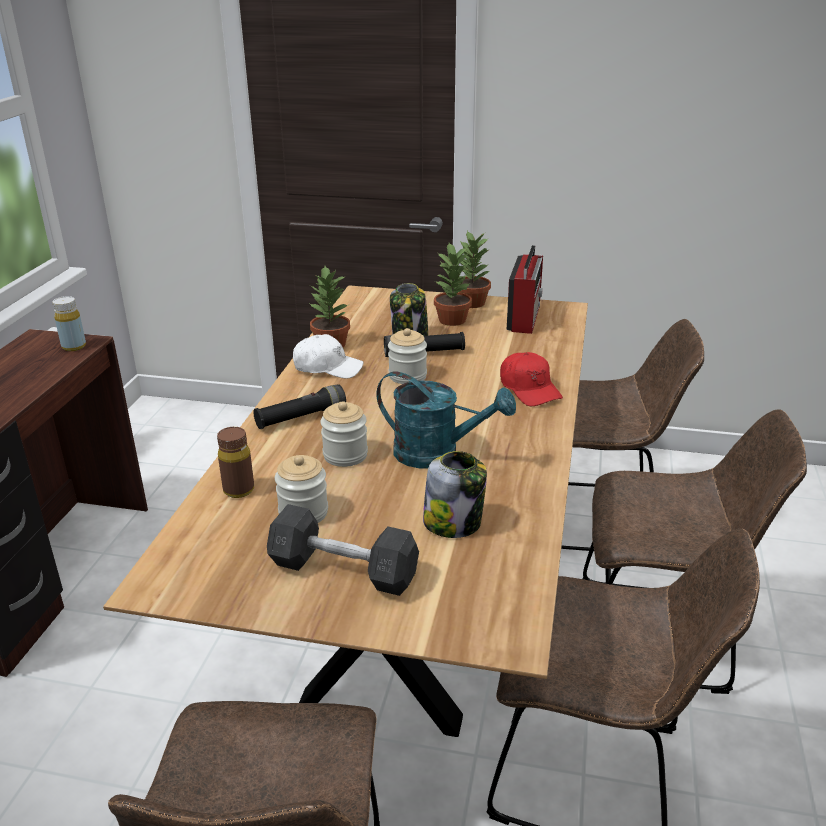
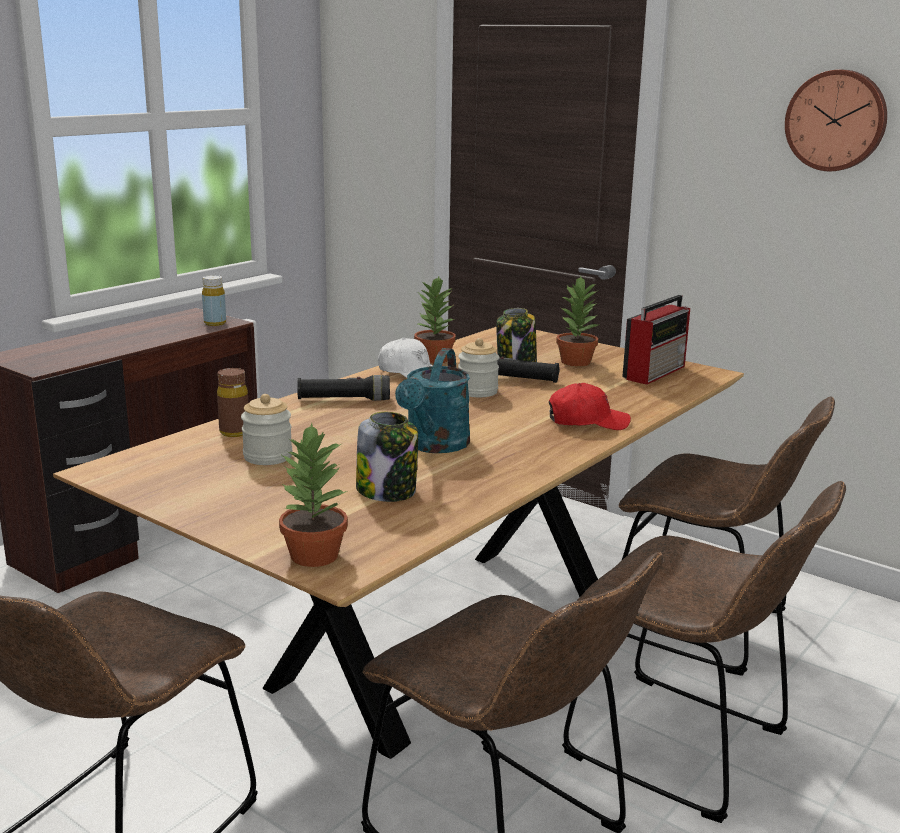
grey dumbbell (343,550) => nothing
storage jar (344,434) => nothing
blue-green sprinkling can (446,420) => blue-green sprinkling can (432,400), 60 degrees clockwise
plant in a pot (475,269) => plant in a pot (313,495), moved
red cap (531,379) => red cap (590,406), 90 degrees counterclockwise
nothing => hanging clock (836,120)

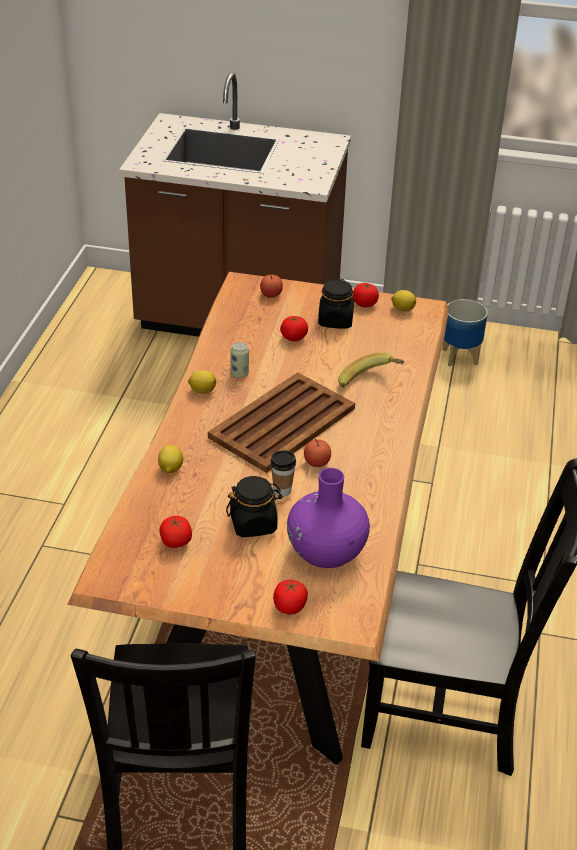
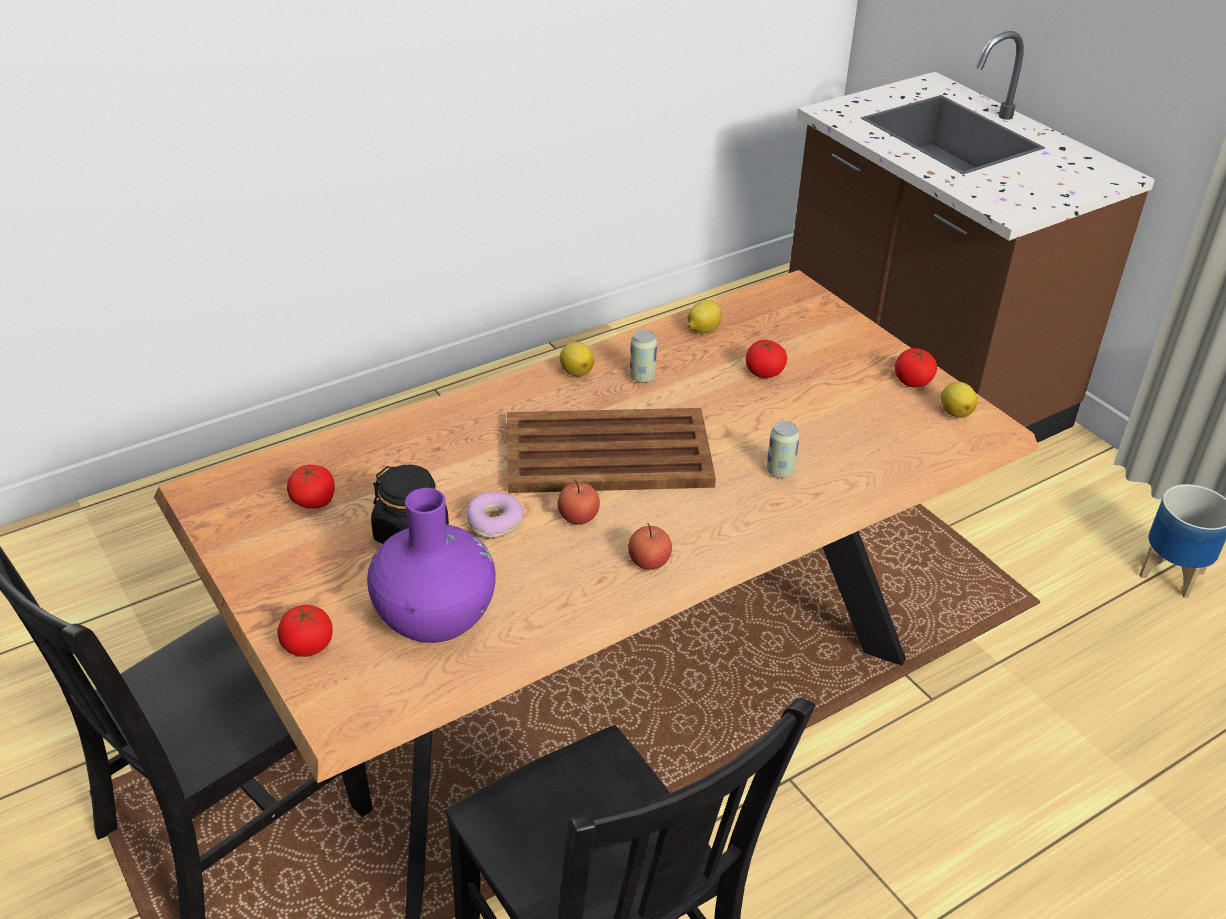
citrus fruit (170,459) => citrus fruit (705,317), moved
apple fruit (271,285) => apple fruit (650,546), moved
drinking cup (283,474) => donut (494,515)
blackish storage jar (336,303) => nothing
banana fruit (371,369) => can (783,449)

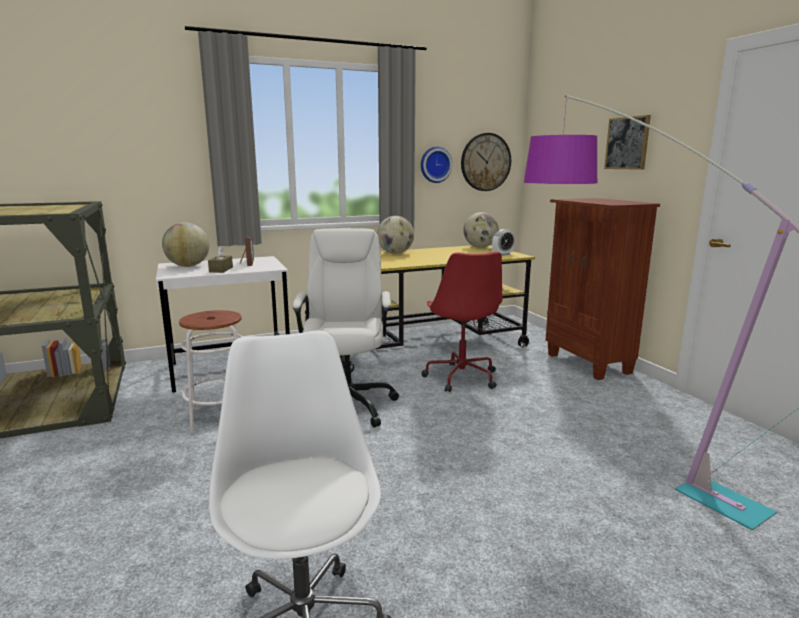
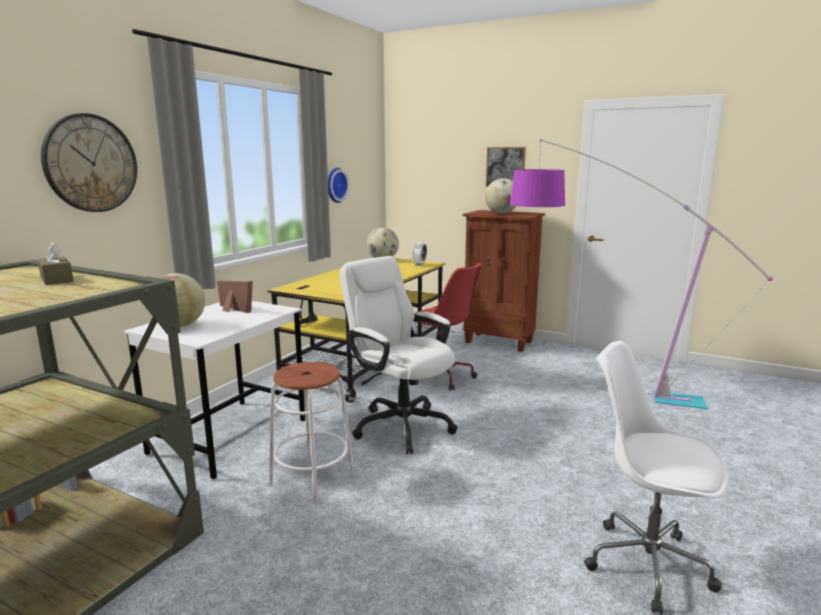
brownish tissue box (220,259) => brownish tissue box (55,263), moved
world globe (395,235) => world globe (501,196), moved
hanging clock (486,162) => hanging clock (89,162), moved

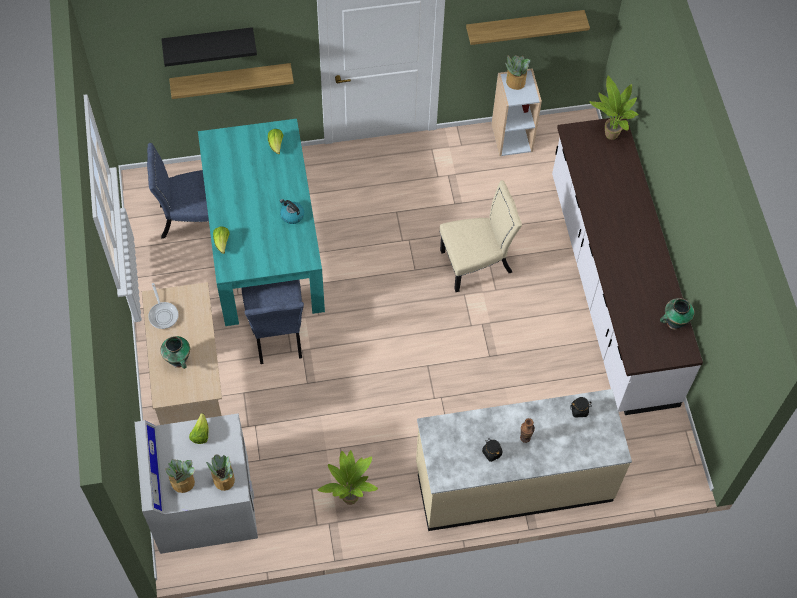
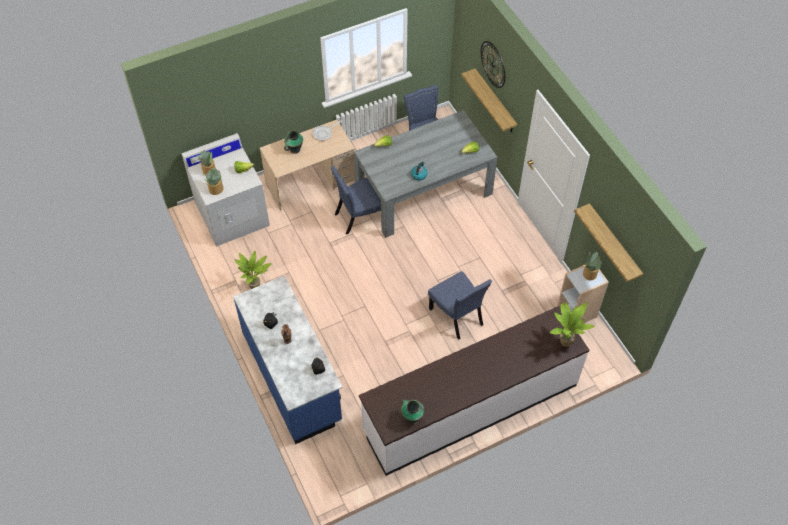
blackish wall shelf (209,47) => hanging clock (493,64)
blue-green dining table (261,222) => grey dining table (426,174)
beige counter (524,460) => blue counter (288,360)
beige upright chair (480,236) => blue upright chair (460,305)

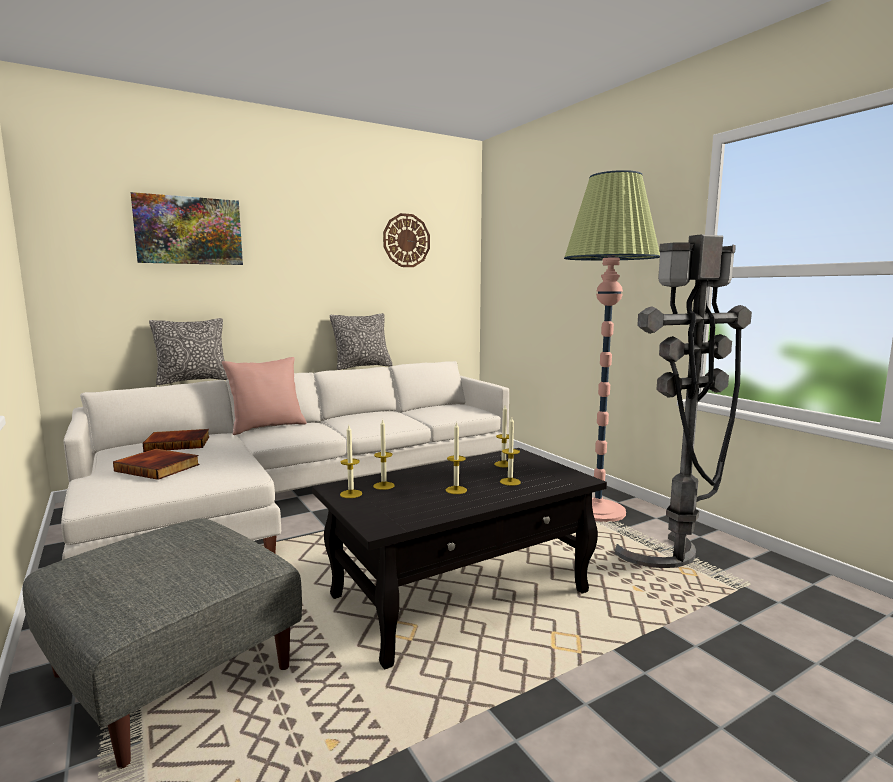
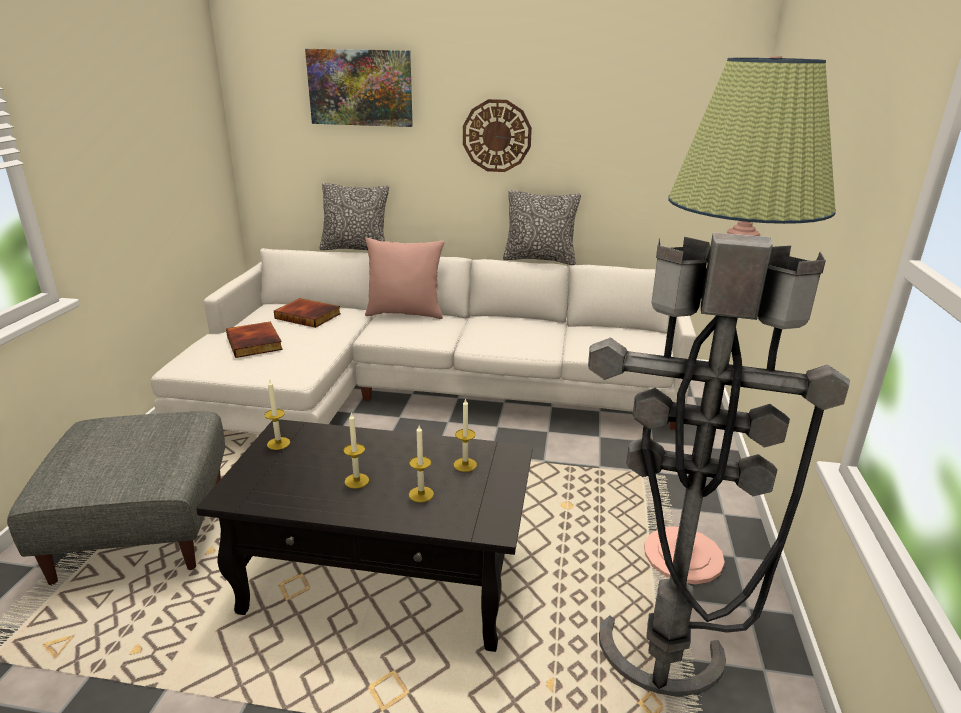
candle (384,454) => nothing
hanging clock (406,240) => hanging clock (497,135), moved

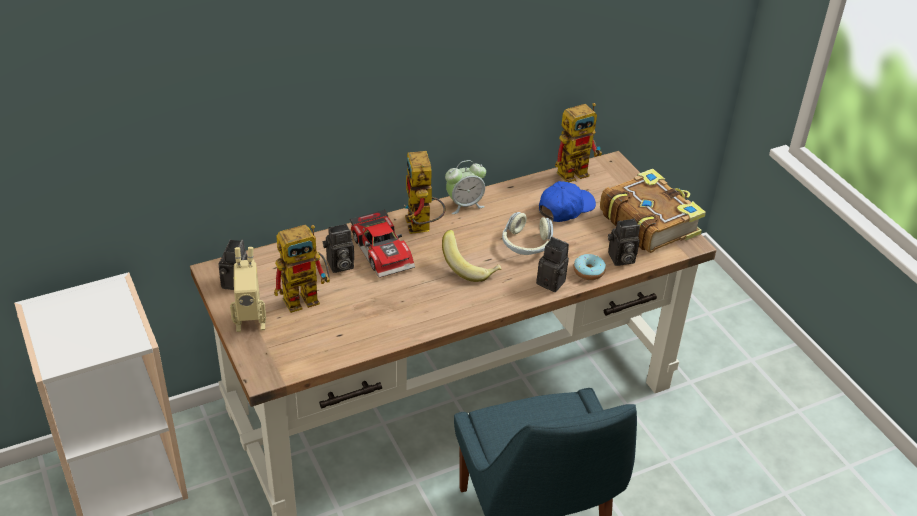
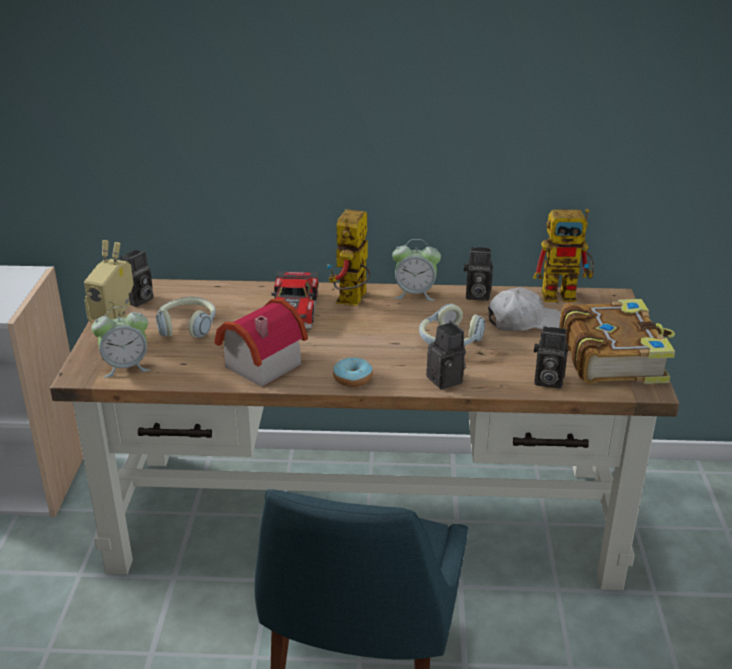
model robot (302,269) => pair of headphones (186,317)
still camera (338,248) => still camera (478,274), moved
banana fruit (472,256) => nothing
blue cap (567,201) => whitish cap (524,309)
donut (589,267) => donut (353,372), moved
nothing => bedside clock (121,342)
nothing => model house (261,342)

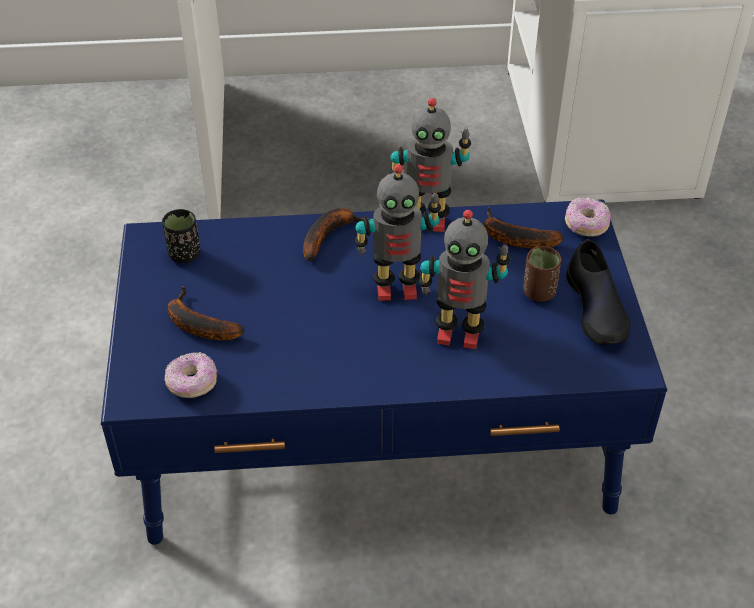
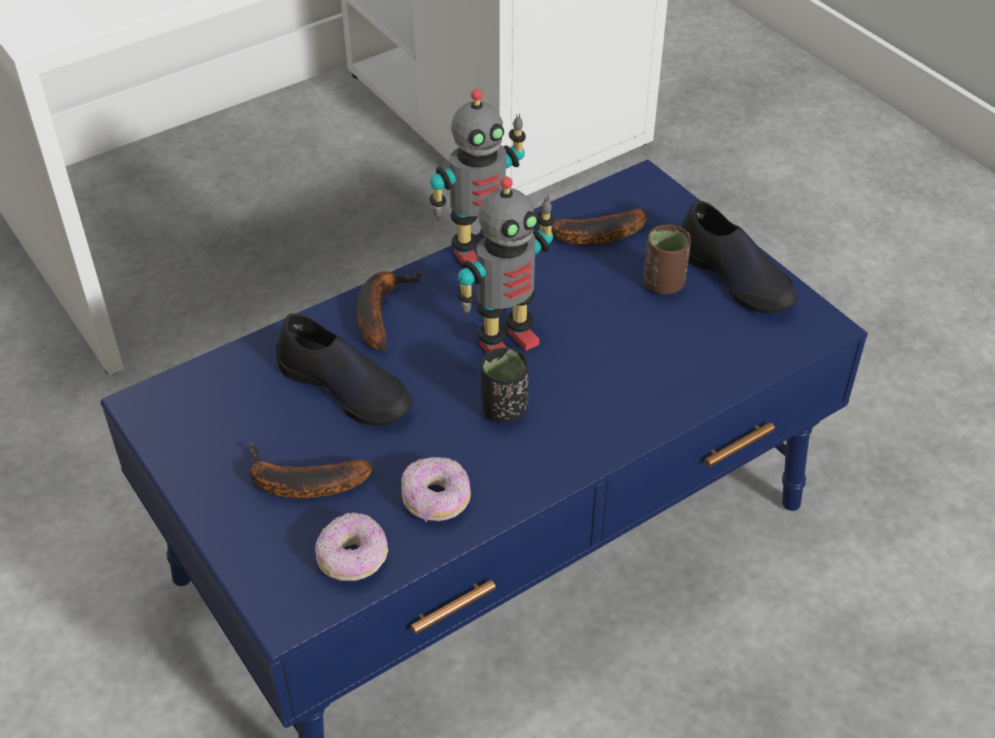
blackish drinking cup (181,236) => blackish drinking cup (504,385), moved
model robot (464,279) => nothing
donut (588,217) => donut (436,489), moved
nothing => blackish item of footwear (344,369)

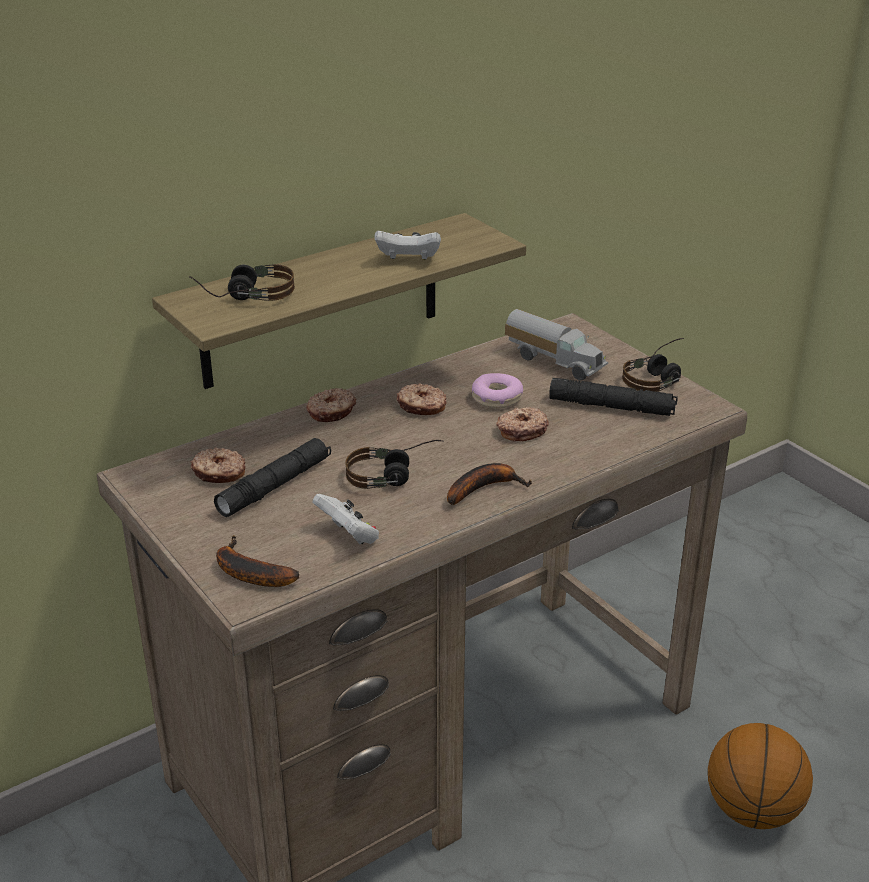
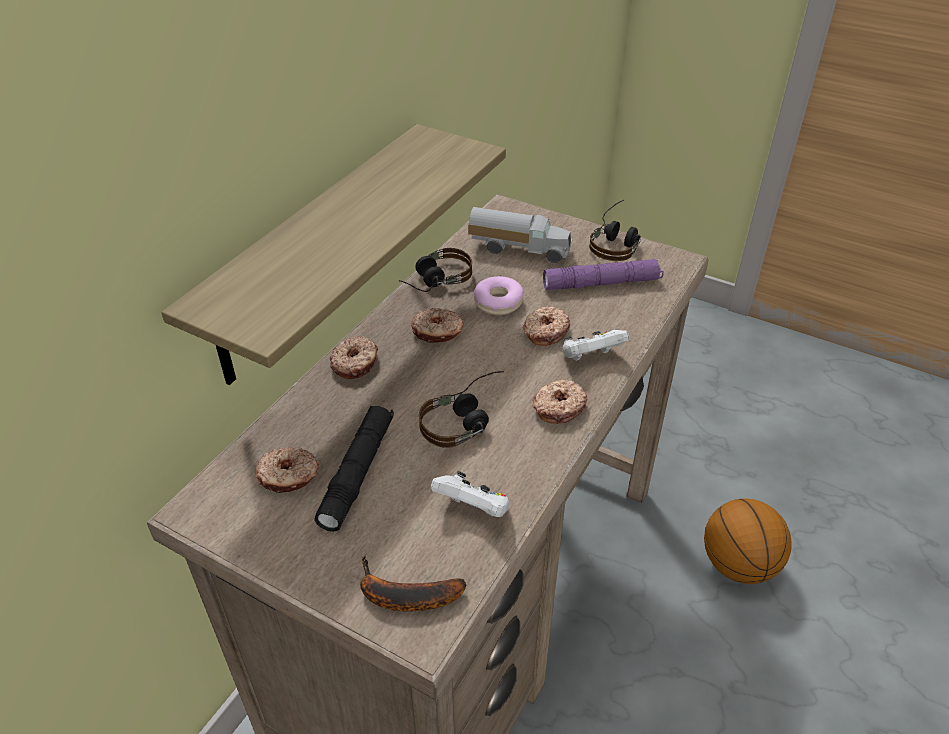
pair of headphones (242,282) => pair of headphones (435,270), moved
whitish gamepad (407,245) => whitish gamepad (596,345), moved
banana fruit (489,484) => donut (560,401)
blackish torch (613,397) => purple-coloured torch (603,274)

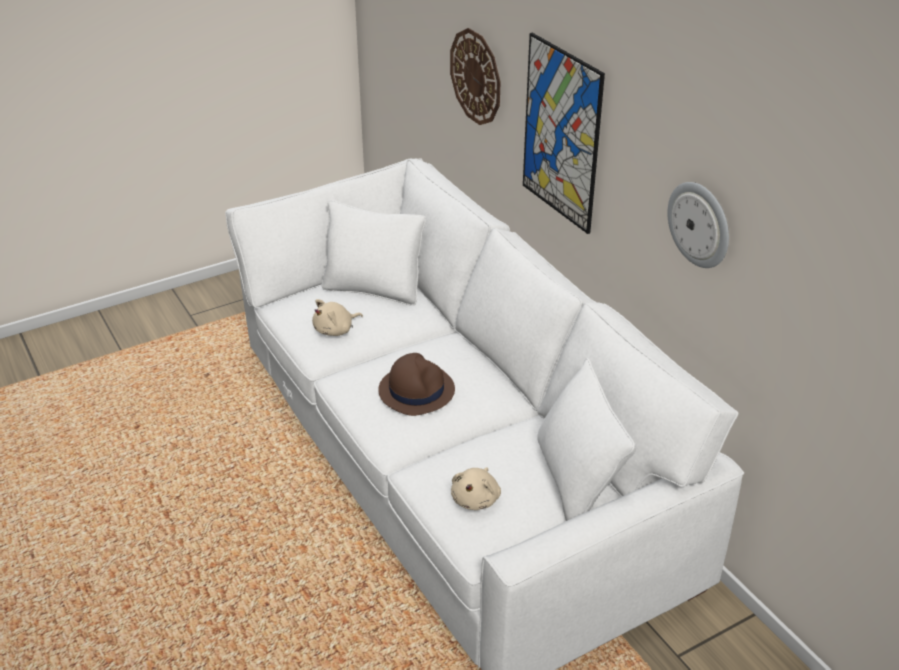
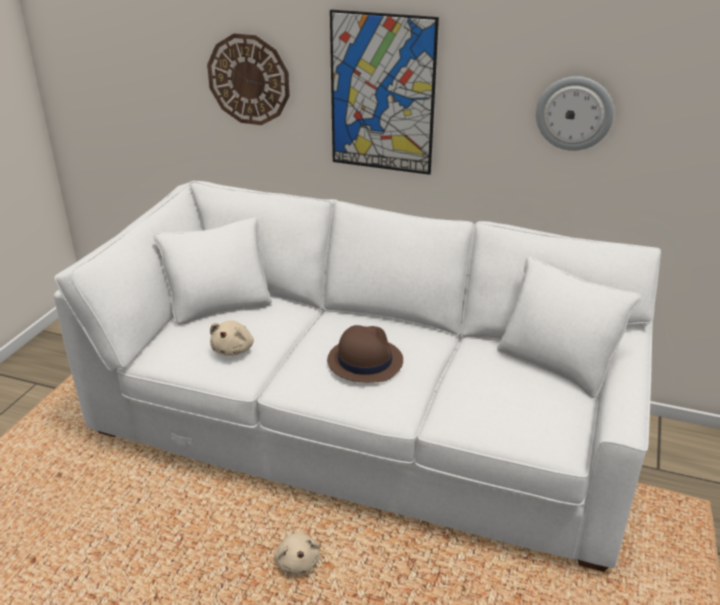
beige cuddly toy (476,489) => beige cuddly toy (297,553), moved

